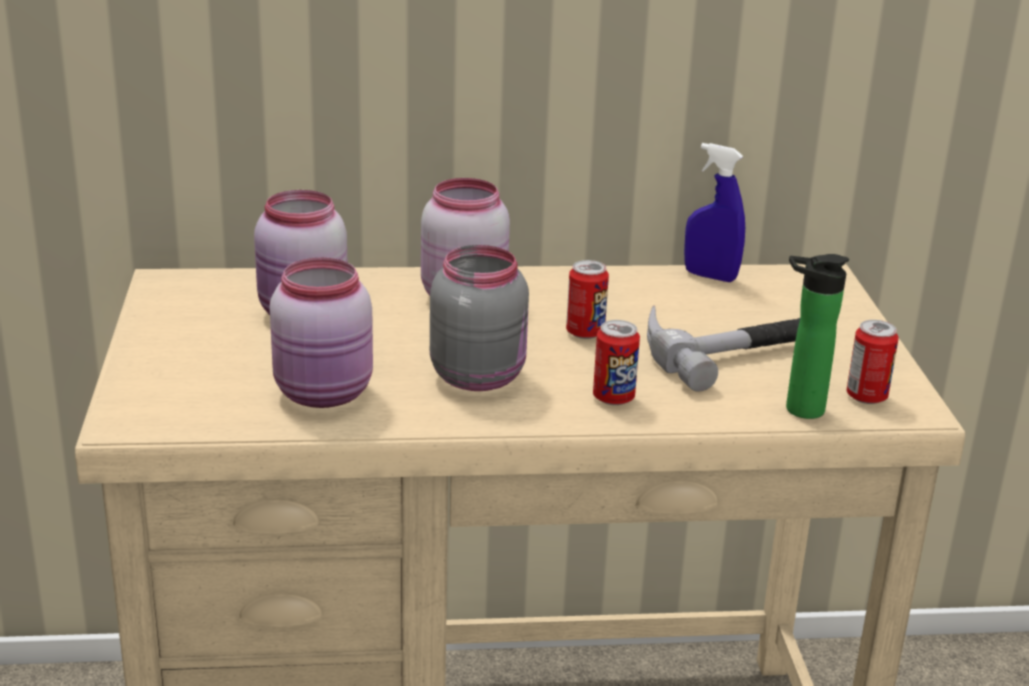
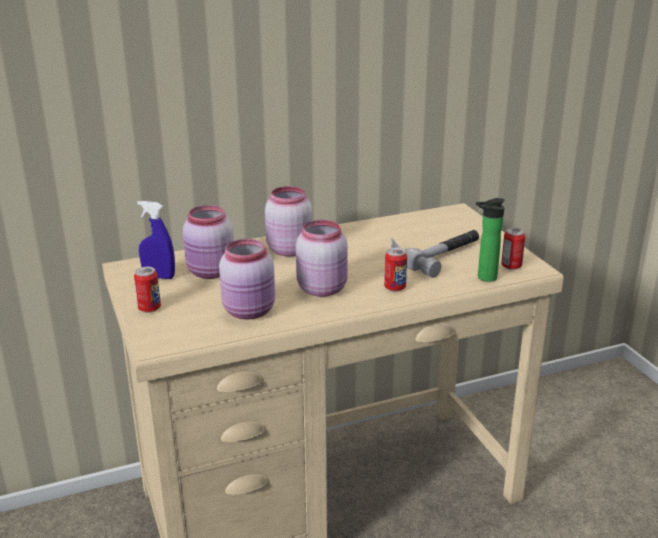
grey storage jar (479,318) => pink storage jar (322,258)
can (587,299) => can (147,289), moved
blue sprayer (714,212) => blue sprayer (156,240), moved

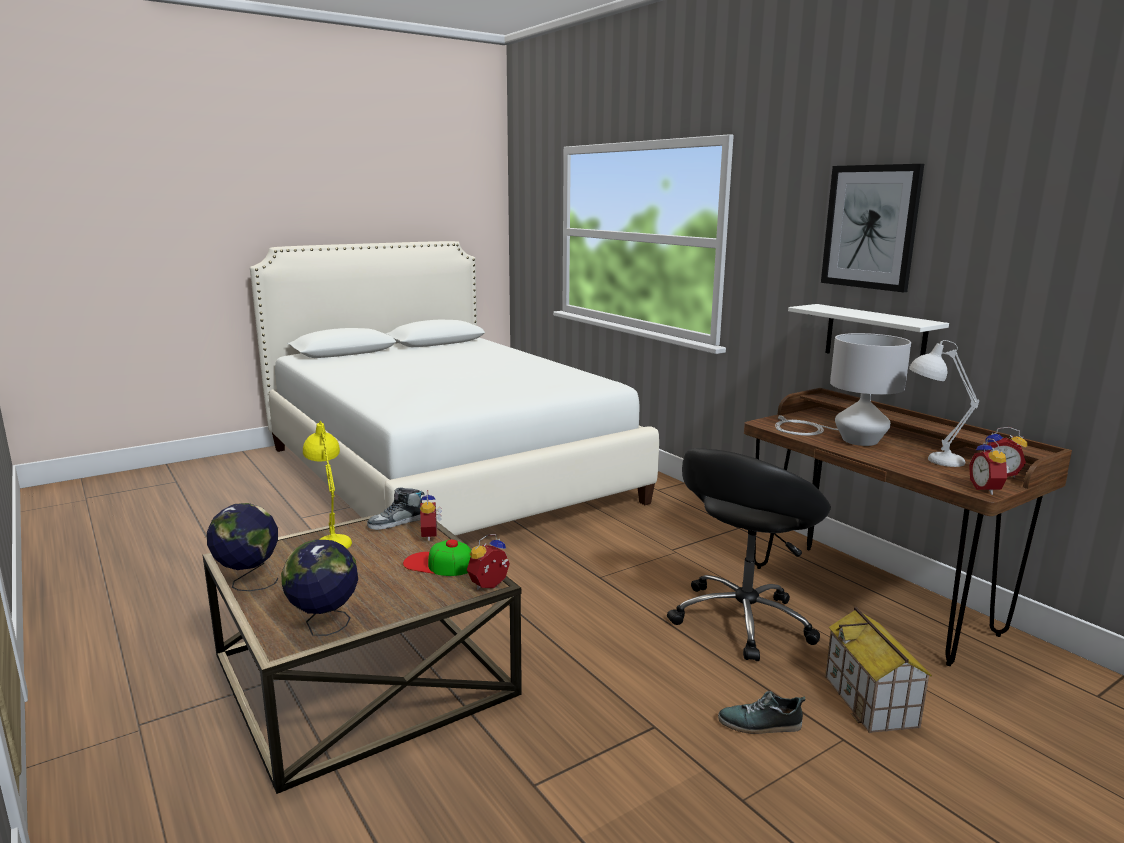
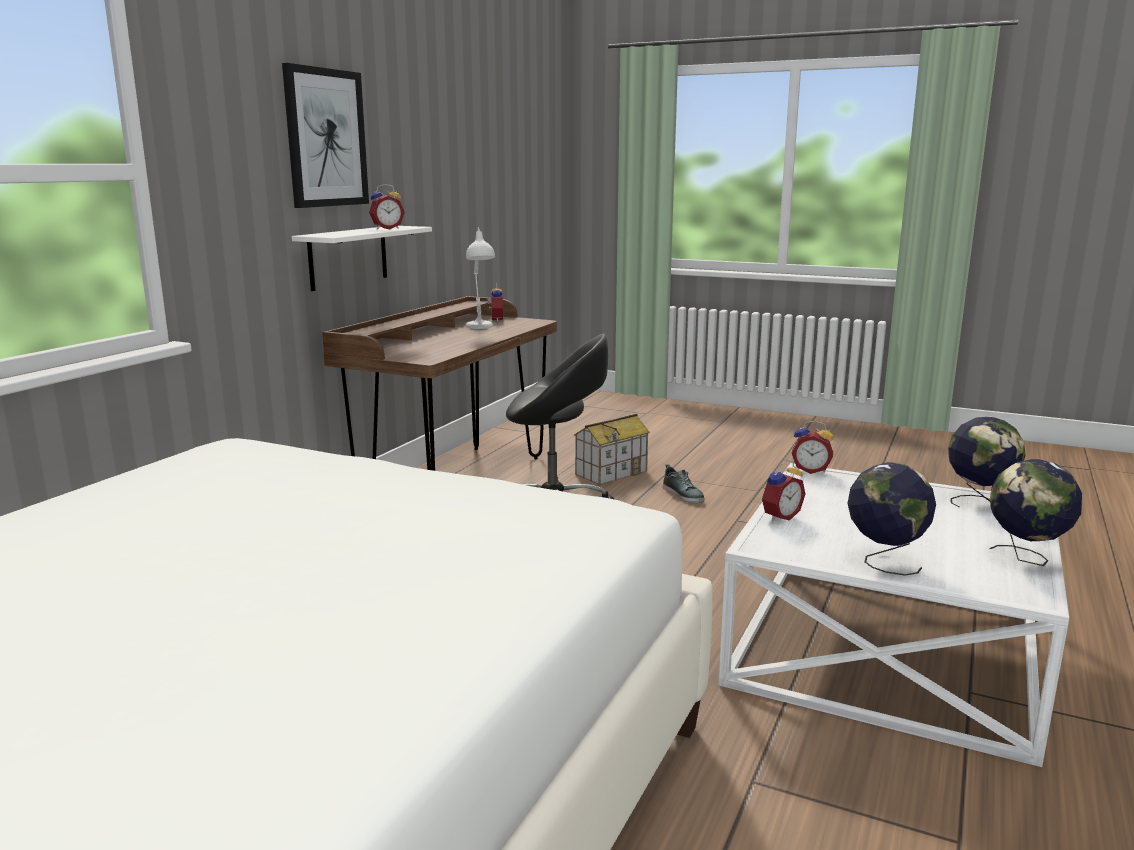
brownish coffee table (362,654) => whitish coffee table (893,615)
yellow-coloured lamp for a table (327,485) => world globe (892,519)
item of footwear (396,509) => nothing
cap (437,557) => nothing
whitish lamp for a table (843,389) => nothing
bedside clock (989,466) => bedside clock (387,207), moved

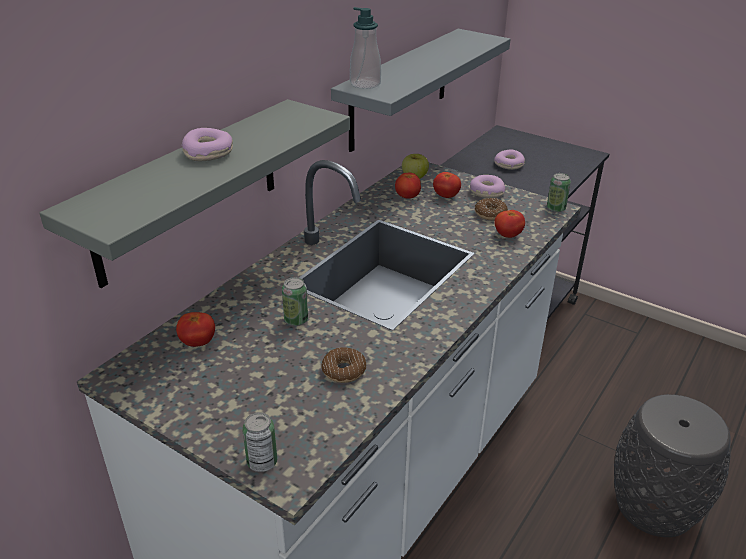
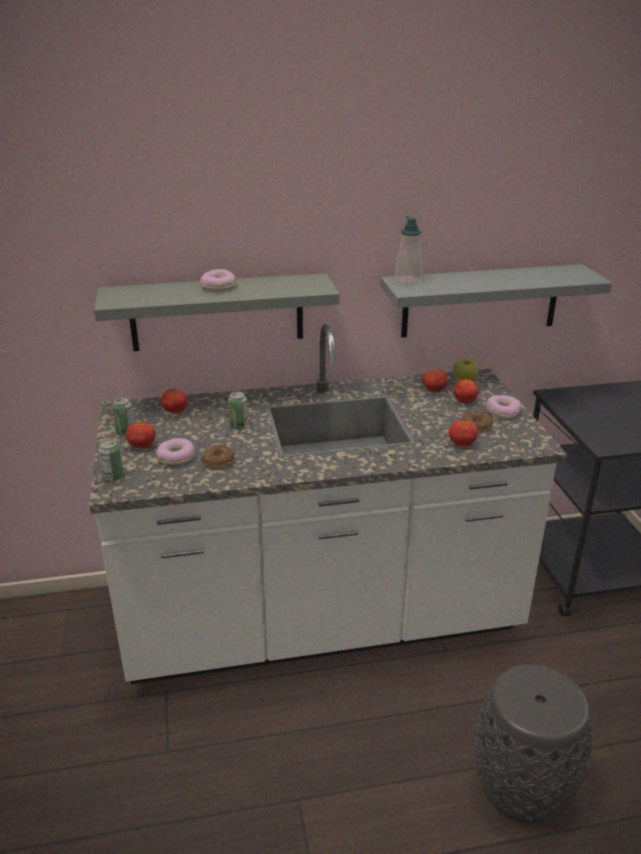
donut (509,160) => donut (175,451), moved
can (559,192) => can (123,416), moved
nothing => whole tomato (141,435)

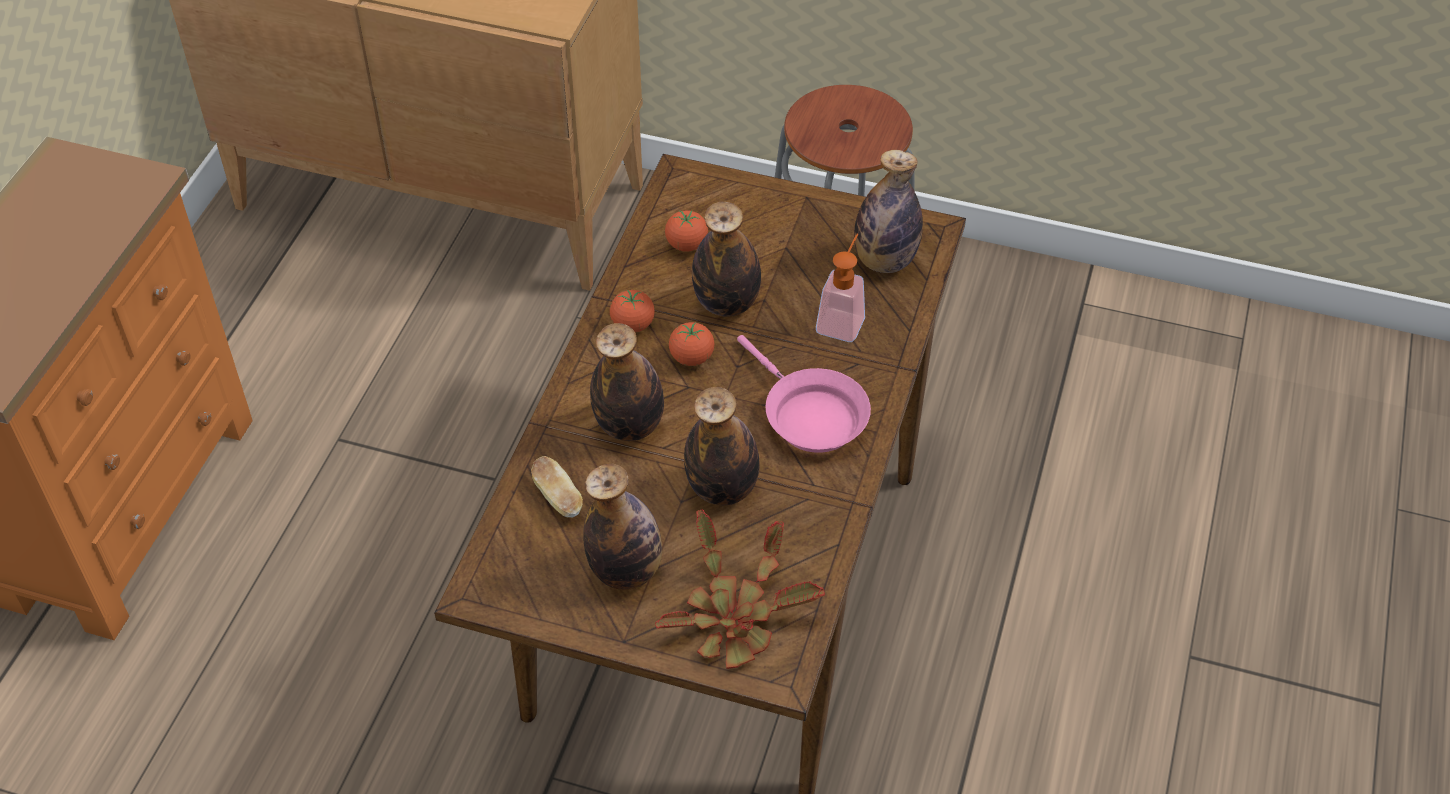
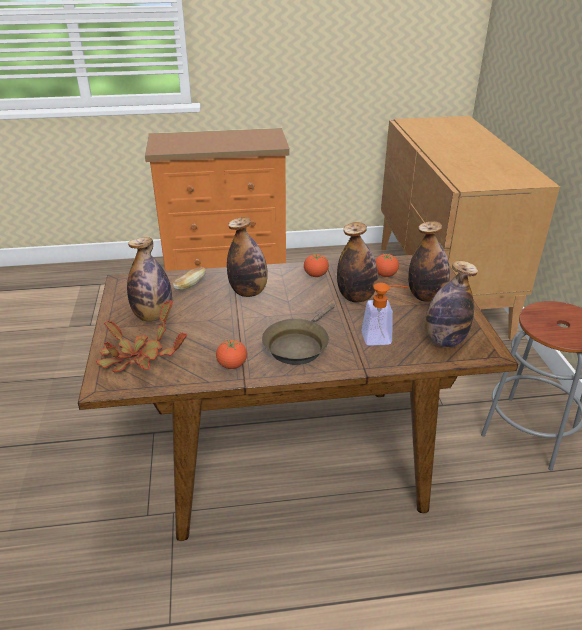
whole tomato (691,344) => whole tomato (231,354), moved
beverage bottle (722,446) => beverage bottle (429,261), moved
pink pan (804,394) => brownish pan (298,334)

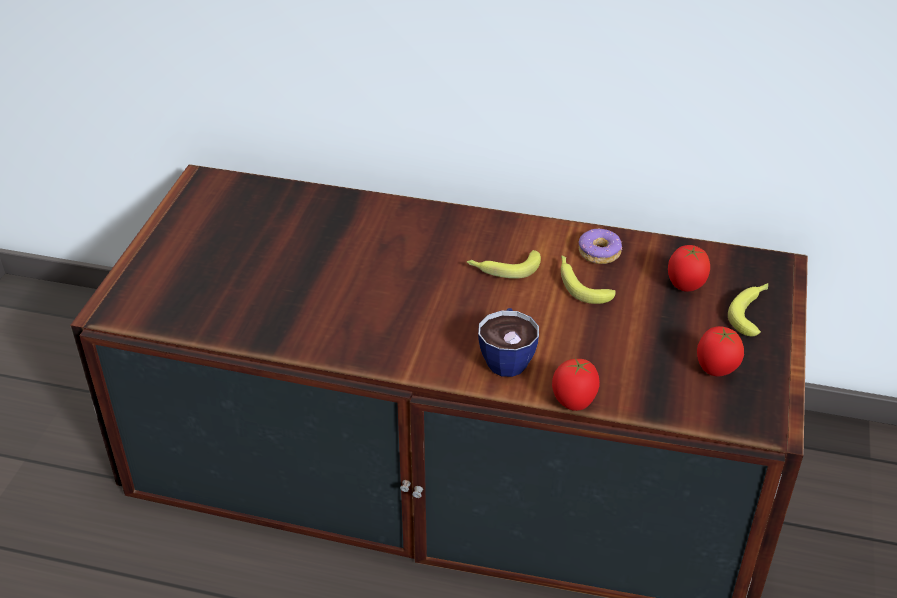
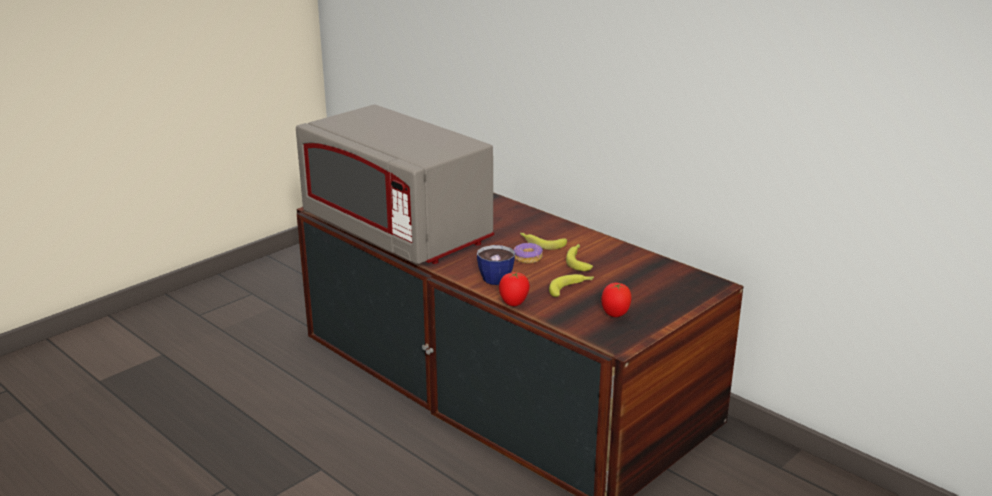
donut (601,246) => donut (528,253), moved
whole tomato (689,268) => nothing
banana fruit (748,309) => banana fruit (571,285), moved
nothing => grey microwave oven (395,184)

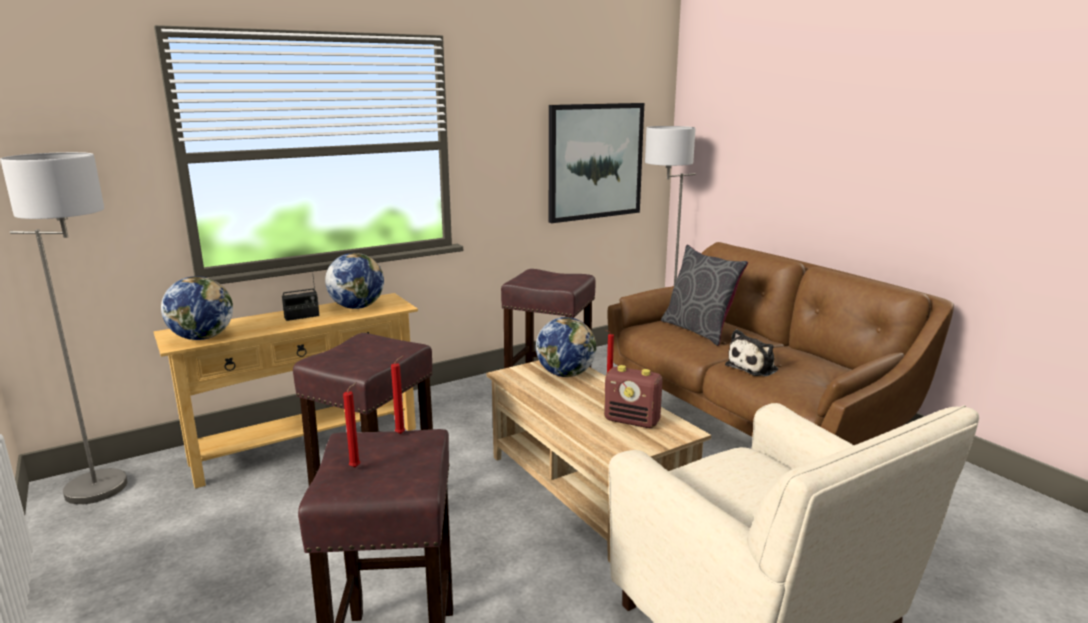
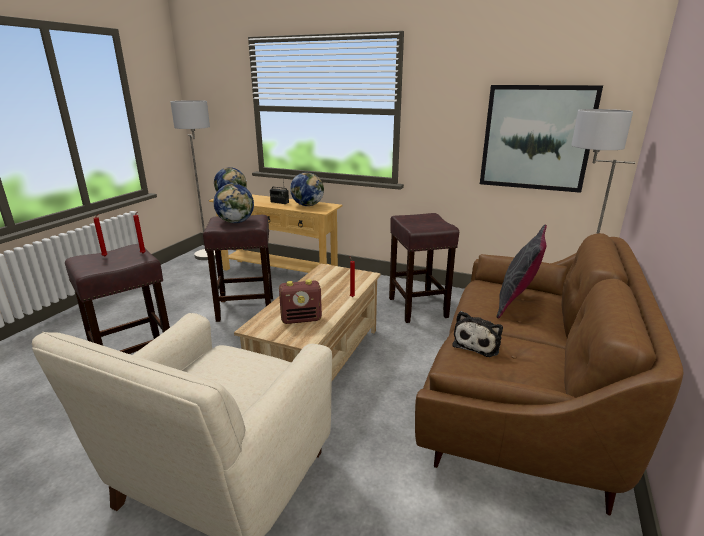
world globe (566,347) => world globe (233,203), moved
radio set (633,396) => radio set (300,301), 90 degrees counterclockwise
cuddly toy (751,352) => cuddly toy (477,334), 75 degrees counterclockwise

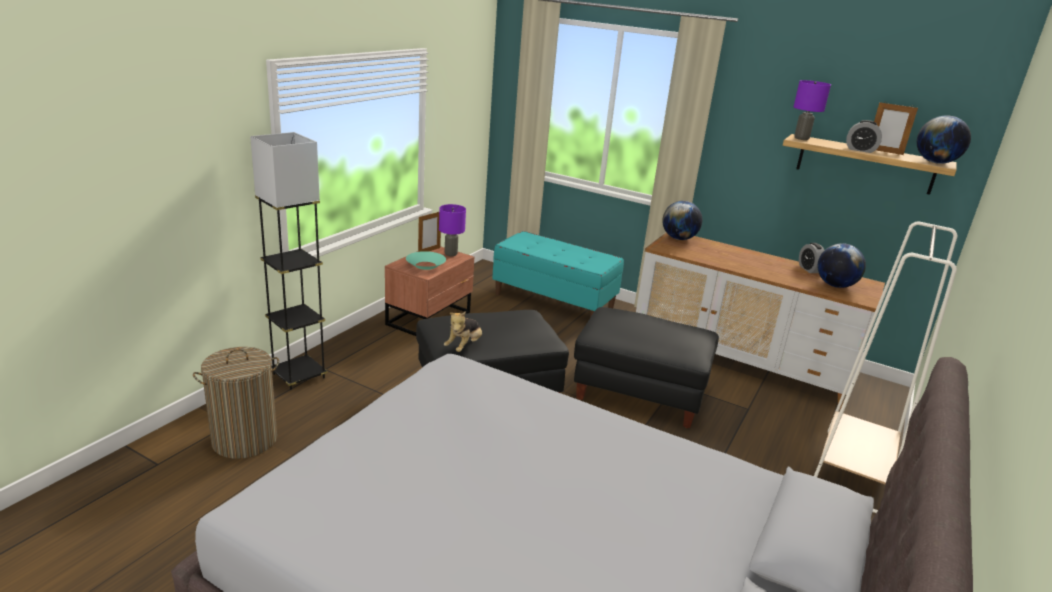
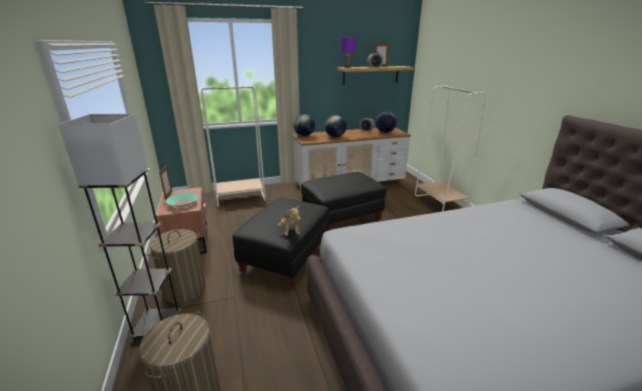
purple-coloured lamp for a table (452,230) => nothing
blue-green bench (558,274) => garment rack (233,146)
world globe (944,139) => world globe (336,126), moved
nothing => laundry basket (177,266)

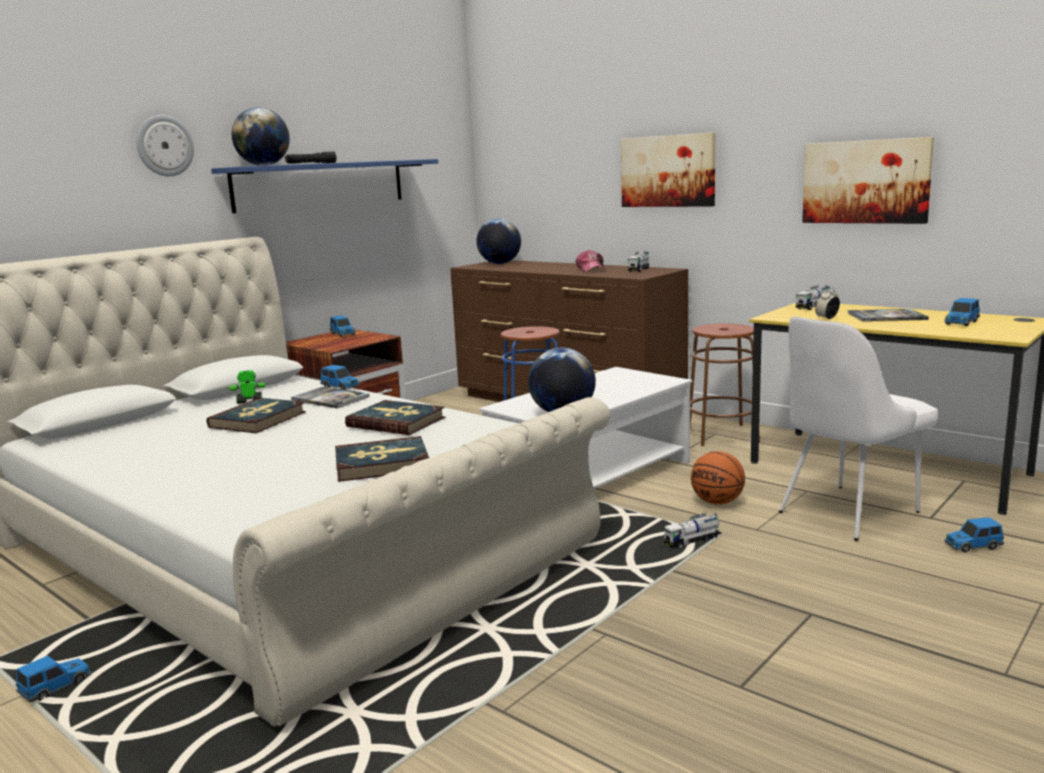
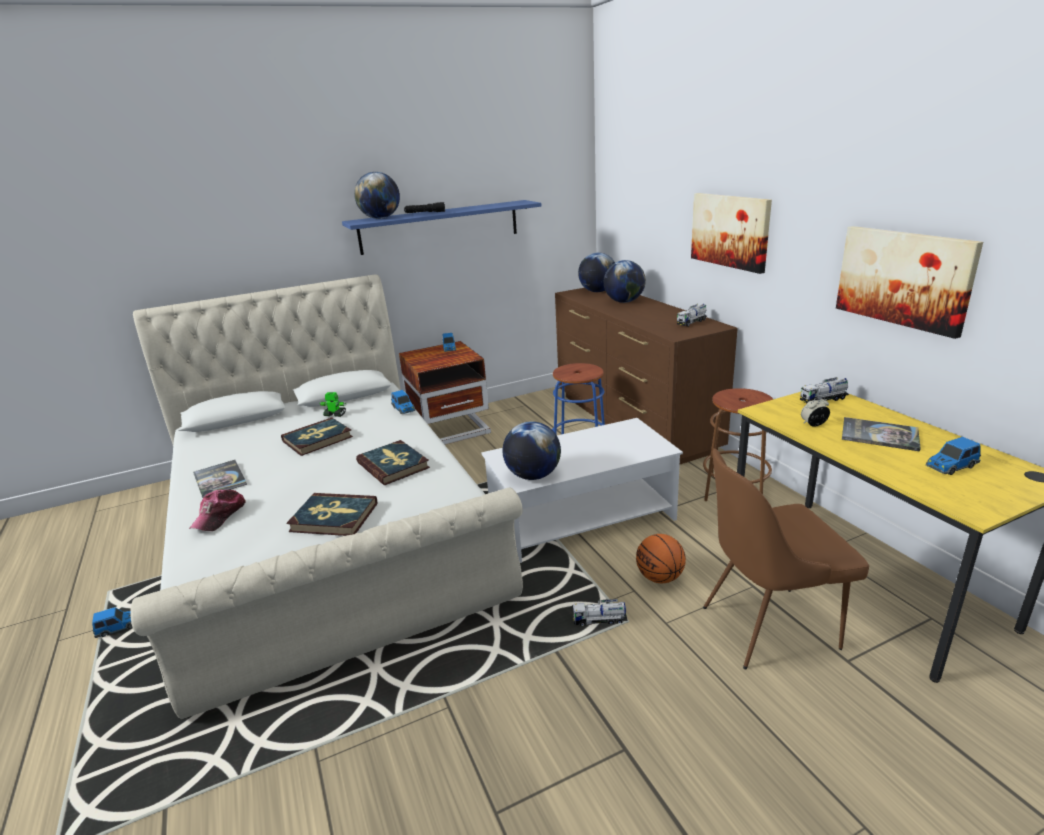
hanging clock (165,146) => nothing
volume (330,397) => volume (220,479), moved
cap (591,261) => cap (217,510), moved
whitish upright chair (858,428) => brownish upright chair (786,558)
model car (974,534) => nothing
nothing => world globe (625,281)

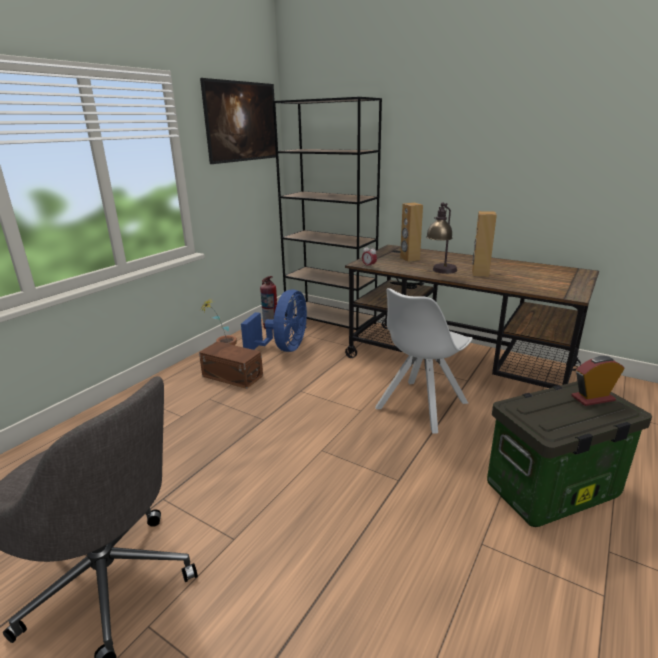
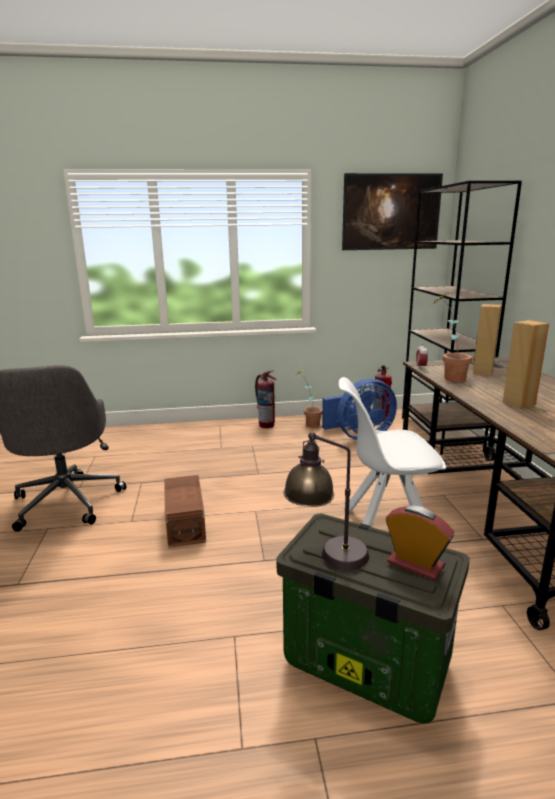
brownish storage container (231,365) => brownish storage container (185,511), moved
lamp for a table (441,238) => lamp for a table (326,501), moved
nothing => fire extinguisher (266,399)
nothing => plant in a pot (453,337)

